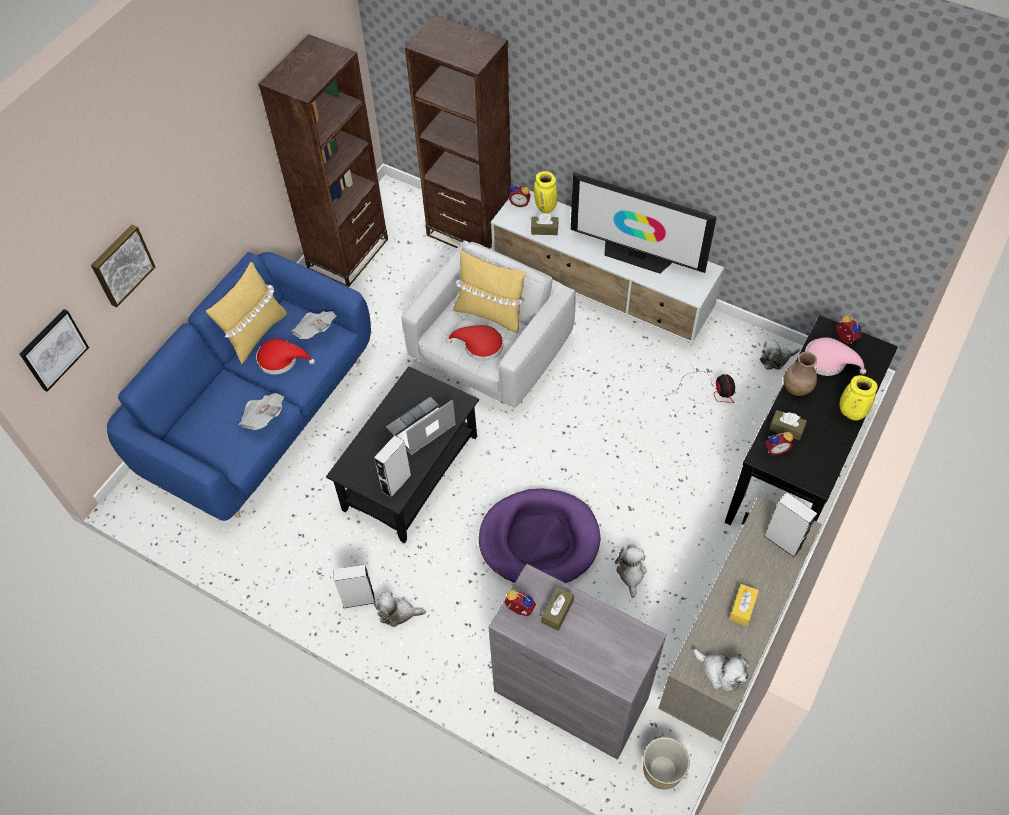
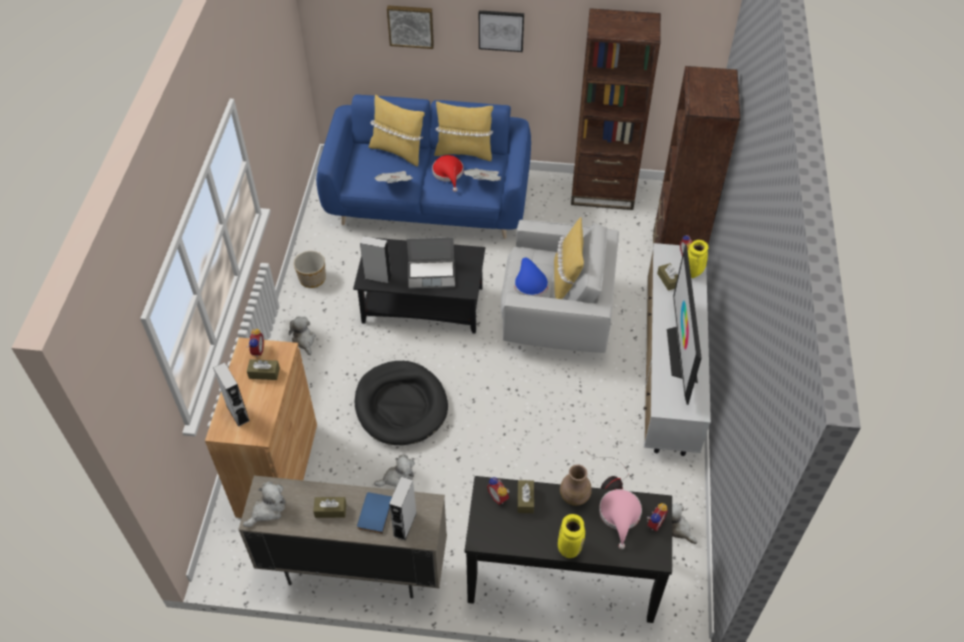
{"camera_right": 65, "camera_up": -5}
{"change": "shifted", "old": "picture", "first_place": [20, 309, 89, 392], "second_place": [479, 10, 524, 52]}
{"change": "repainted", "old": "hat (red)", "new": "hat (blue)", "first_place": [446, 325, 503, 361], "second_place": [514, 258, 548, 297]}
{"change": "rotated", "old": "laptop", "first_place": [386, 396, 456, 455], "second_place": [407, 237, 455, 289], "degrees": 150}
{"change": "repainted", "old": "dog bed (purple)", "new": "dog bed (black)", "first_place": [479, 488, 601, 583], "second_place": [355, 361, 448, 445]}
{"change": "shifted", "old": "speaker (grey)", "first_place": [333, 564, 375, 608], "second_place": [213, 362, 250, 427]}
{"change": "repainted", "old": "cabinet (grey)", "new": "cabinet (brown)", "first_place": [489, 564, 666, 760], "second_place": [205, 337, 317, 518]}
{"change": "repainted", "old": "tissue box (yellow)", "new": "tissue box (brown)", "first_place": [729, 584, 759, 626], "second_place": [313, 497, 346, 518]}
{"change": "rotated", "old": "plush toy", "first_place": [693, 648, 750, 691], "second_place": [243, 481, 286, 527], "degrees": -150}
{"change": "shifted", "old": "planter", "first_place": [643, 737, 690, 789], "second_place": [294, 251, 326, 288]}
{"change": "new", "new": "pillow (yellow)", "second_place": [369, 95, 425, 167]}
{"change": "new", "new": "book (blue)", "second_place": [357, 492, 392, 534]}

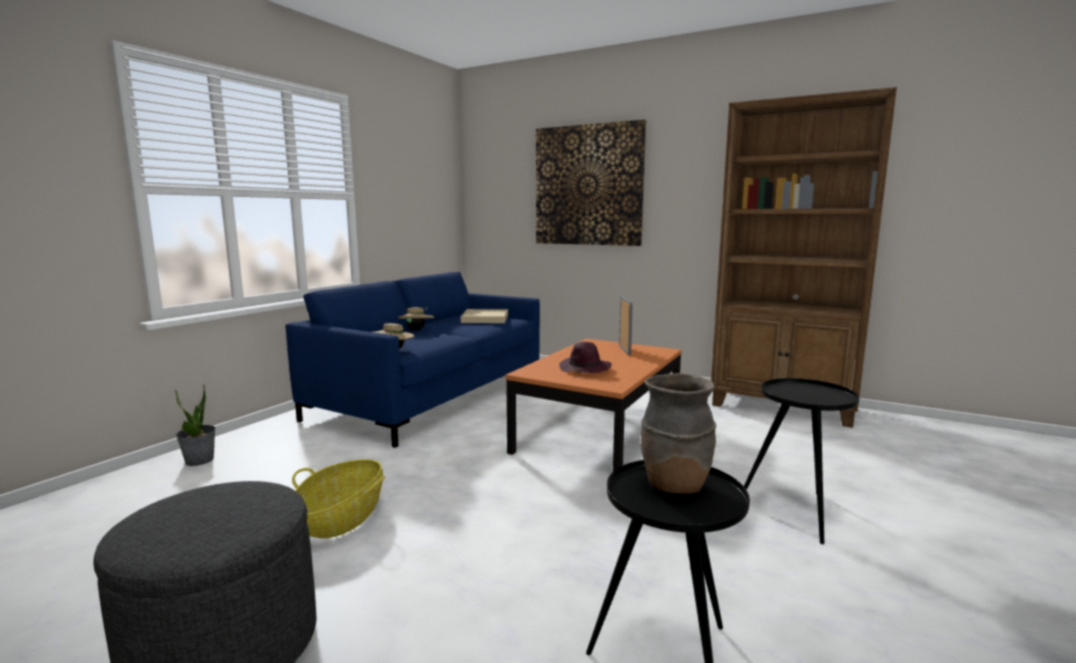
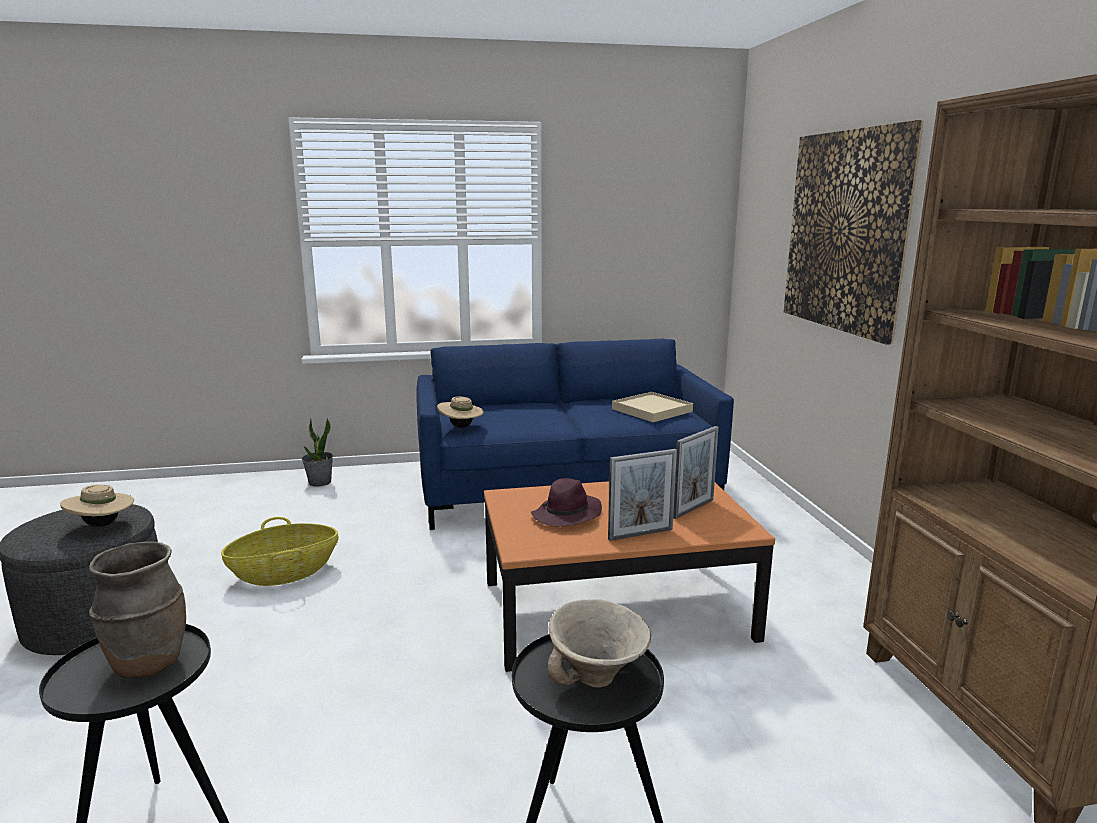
{"camera_right": 50, "camera_up": 5}
{"change": "shifted", "old": "hat (beige)", "first_place": [398, 307, 434, 330], "second_place": [60, 485, 134, 527]}
{"change": "new", "new": "picture frame", "second_place": [608, 449, 677, 541]}
{"change": "new", "new": "bowl (beige)", "second_place": [548, 599, 651, 688]}

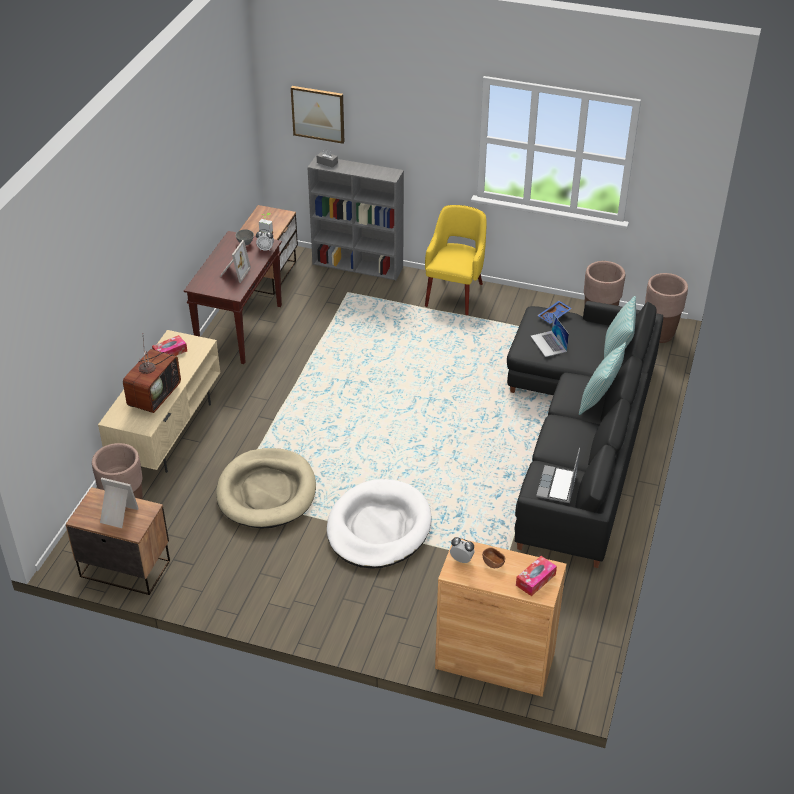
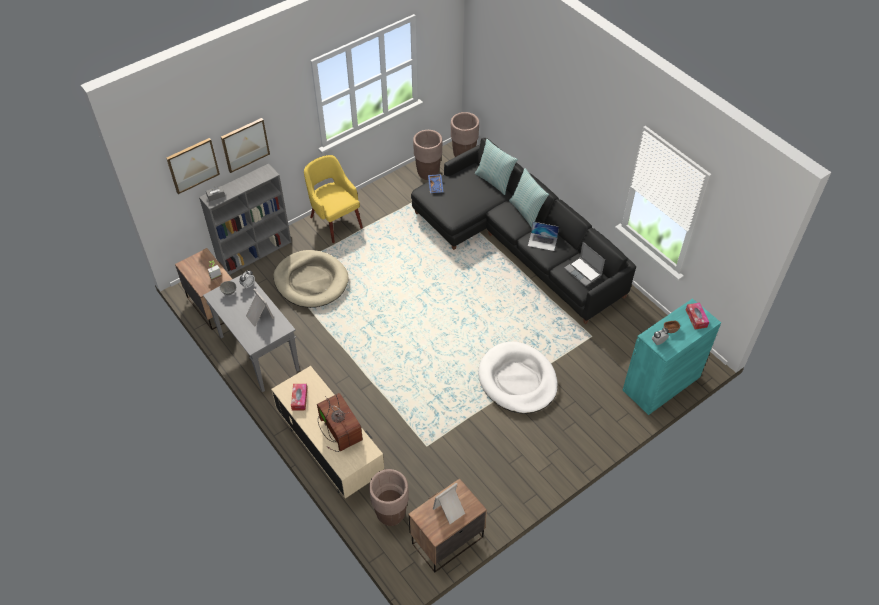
{"camera_right": -55, "camera_up": 10}
{"change": "repainted", "old": "console table (brown)", "new": "console table (grey)", "first_place": [184, 231, 282, 364], "second_place": [203, 275, 300, 392]}
{"change": "shifted", "old": "laptop", "first_place": [531, 314, 569, 357], "second_place": [528, 221, 559, 251]}
{"change": "shifted", "old": "dog bed (beige)", "first_place": [216, 448, 316, 529], "second_place": [274, 250, 349, 308]}
{"change": "repainted", "old": "cabinet (brown)", "new": "cabinet (turquoise)", "first_place": [435, 537, 567, 697], "second_place": [623, 298, 721, 415]}
{"change": "new", "new": "picture", "second_place": [221, 118, 270, 173]}

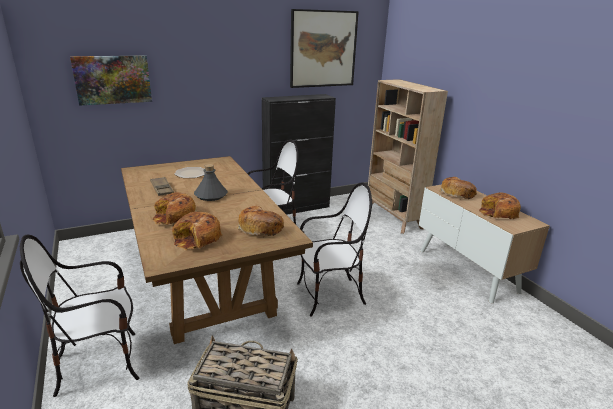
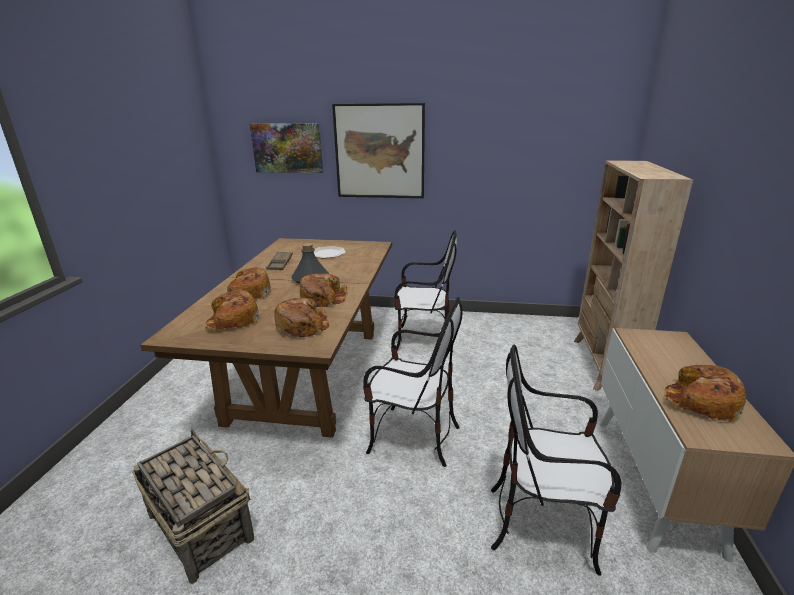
{"camera_right": 35, "camera_up": 0}
{"change": "shifted", "old": "picture", "first_place": [290, 9, 359, 88], "second_place": [332, 103, 425, 198]}
{"change": "gone", "old": "cabinet (black)", "first_place": [262, 94, 336, 215]}
{"change": "shifted", "old": "bread", "first_place": [439, 177, 477, 199], "second_place": [300, 273, 348, 307]}
{"change": "shifted", "old": "chair", "first_place": [20, 235, 139, 397], "second_place": [491, 344, 621, 576]}

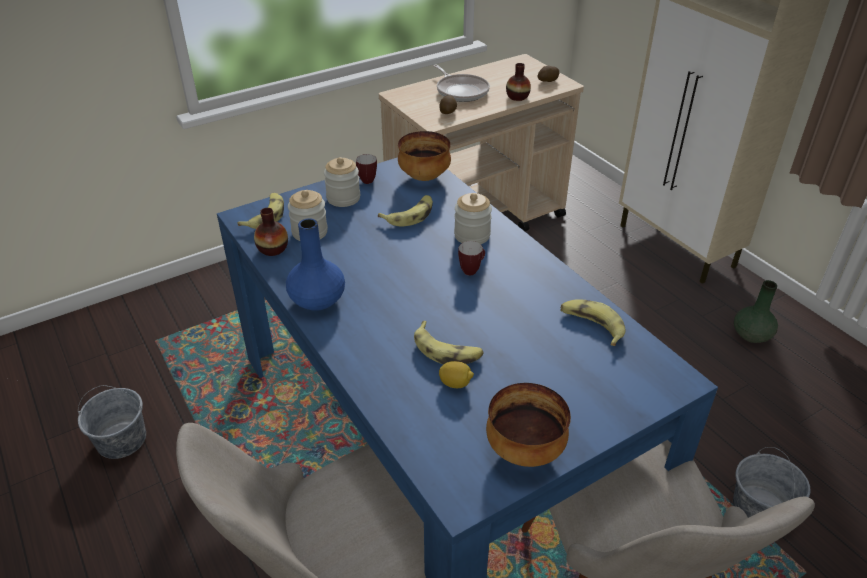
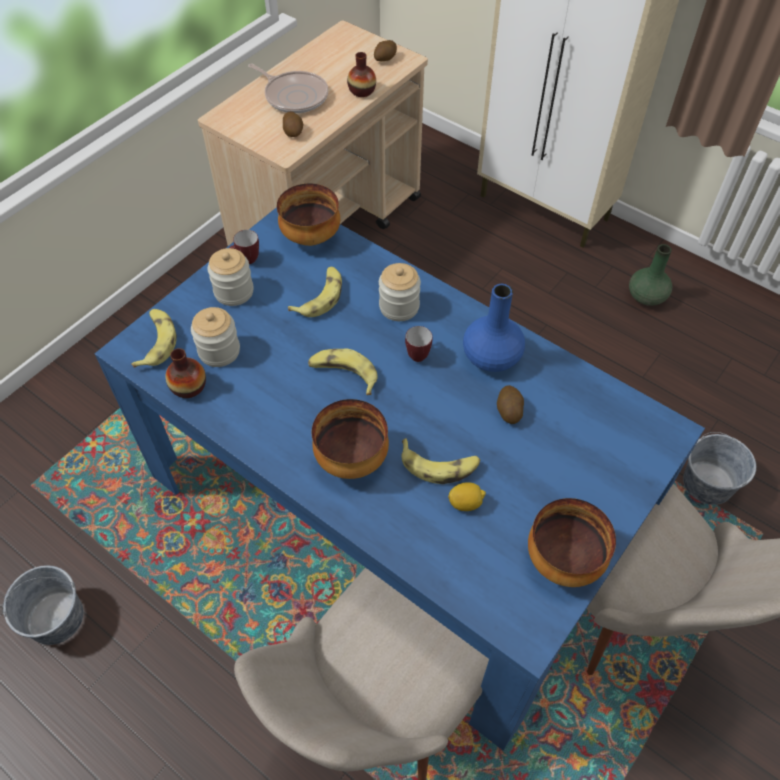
{"camera_right": -20, "camera_up": 15}
{"change": "shifted", "old": "vase (blue)", "first_place": [286, 218, 345, 311], "second_place": [463, 284, 525, 372]}
{"change": "shifted", "old": "banana", "first_place": [560, 299, 625, 346], "second_place": [308, 349, 378, 395]}
{"change": "new", "new": "potato", "second_place": [497, 385, 524, 424]}
{"change": "new", "new": "bowl", "second_place": [312, 399, 389, 479]}

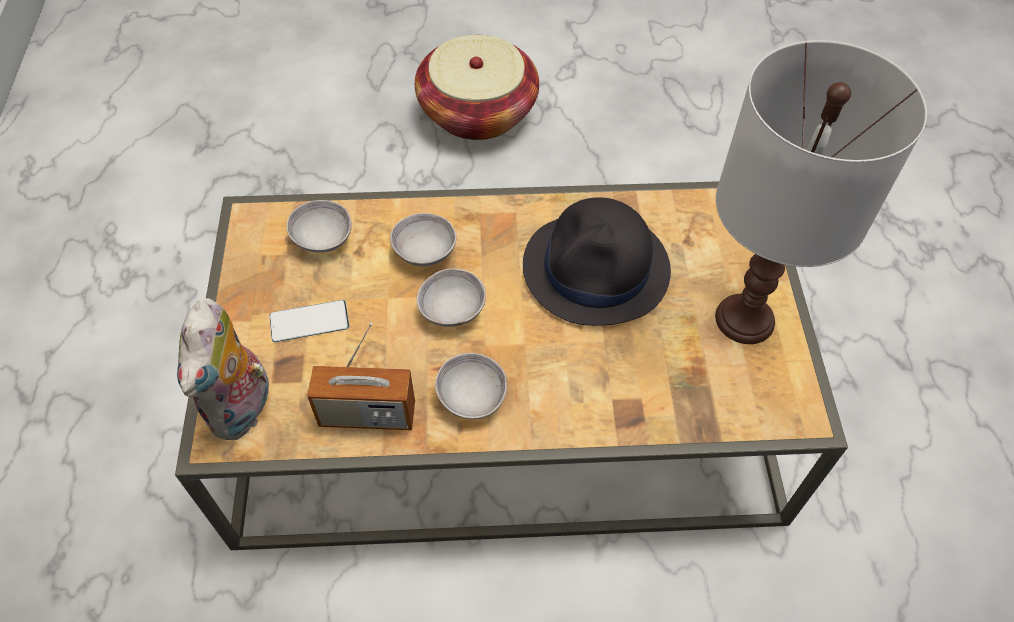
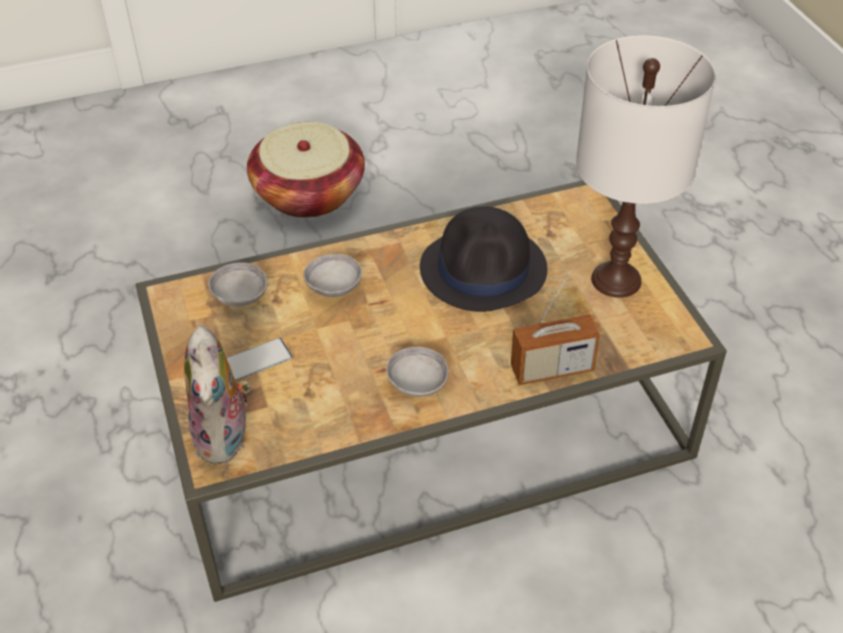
{"camera_right": -15, "camera_up": -10}
{"change": "gone", "old": "bowl (grey)", "first_place": [417, 269, 486, 327]}
{"change": "shifted", "old": "radio", "first_place": [307, 323, 415, 430], "second_place": [511, 271, 600, 385]}

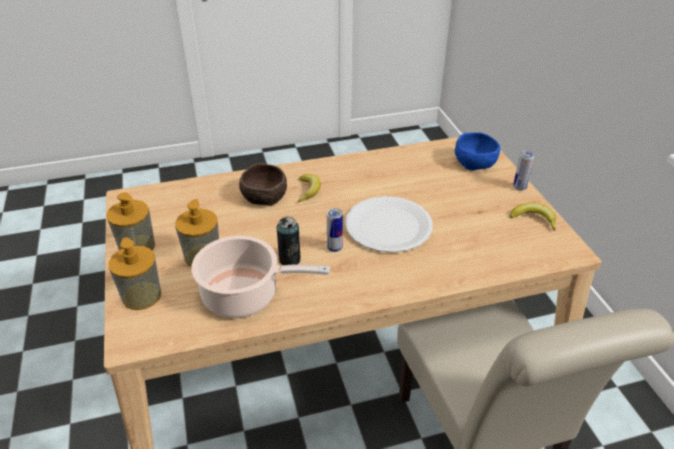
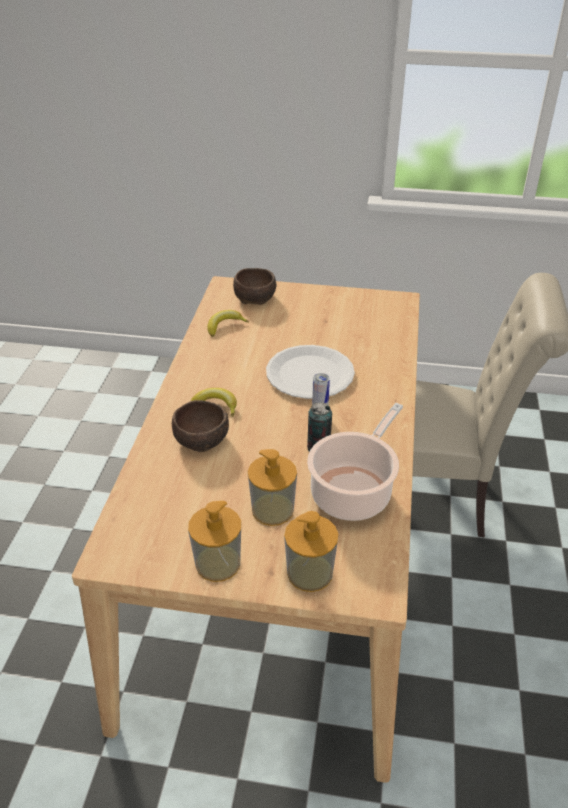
{"camera_right": -65, "camera_up": 0}
{"change": "repainted", "old": "bowl (blue)", "new": "bowl (brown)", "first_place": [455, 132, 500, 170], "second_place": [233, 268, 276, 305]}
{"change": "gone", "old": "can", "first_place": [513, 150, 535, 191]}
{"change": "shifted", "old": "banana", "first_place": [510, 203, 556, 231], "second_place": [207, 310, 249, 337]}

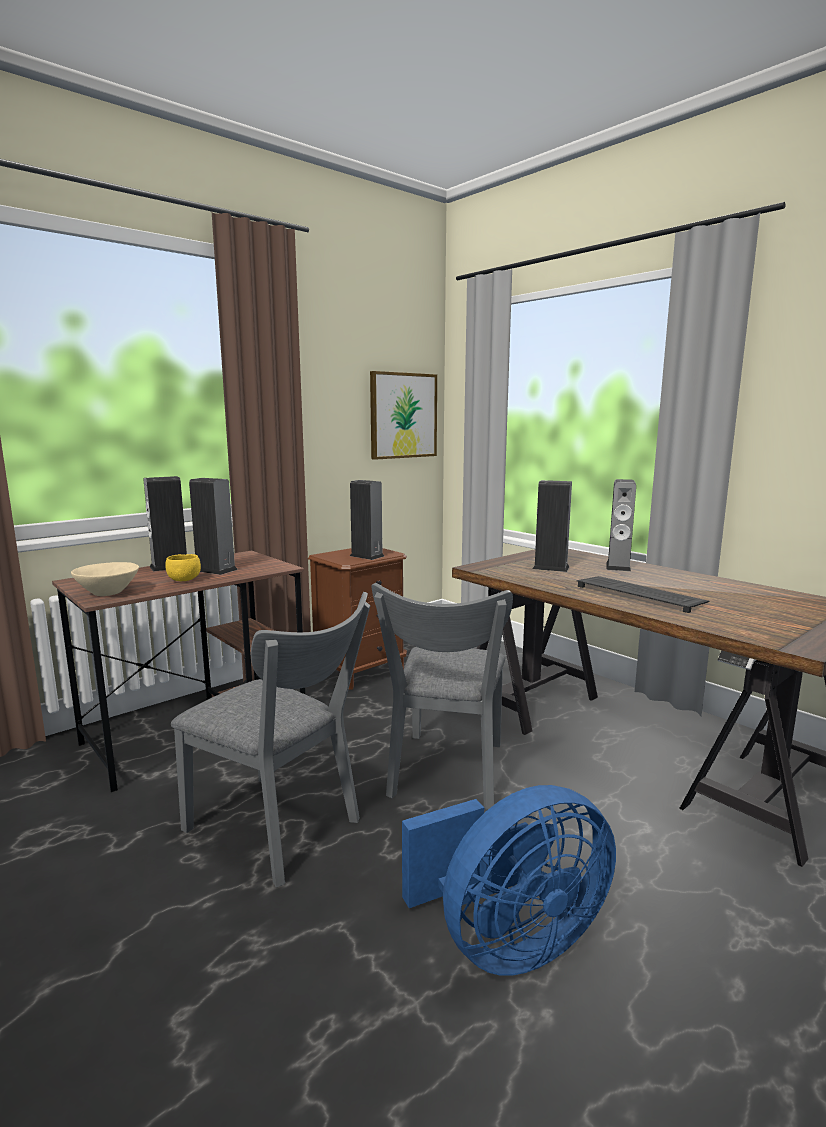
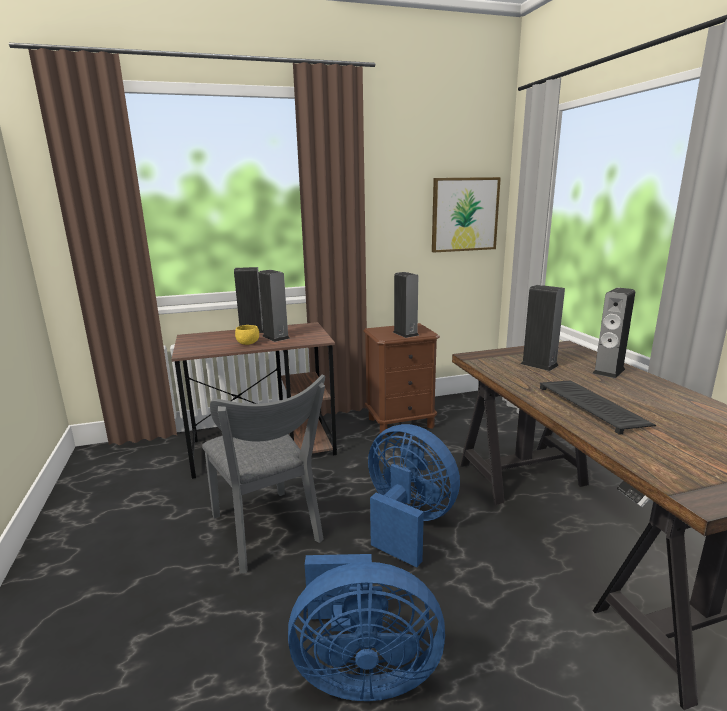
{"camera_right": 25, "camera_up": 5}
{"change": "gone", "old": "bowl (beige)", "first_place": [71, 562, 139, 596]}
{"change": "swapped", "old": "chair (grey)", "new": "fan (blue)", "first_place": [372, 583, 513, 810], "second_place": [368, 424, 460, 568]}

